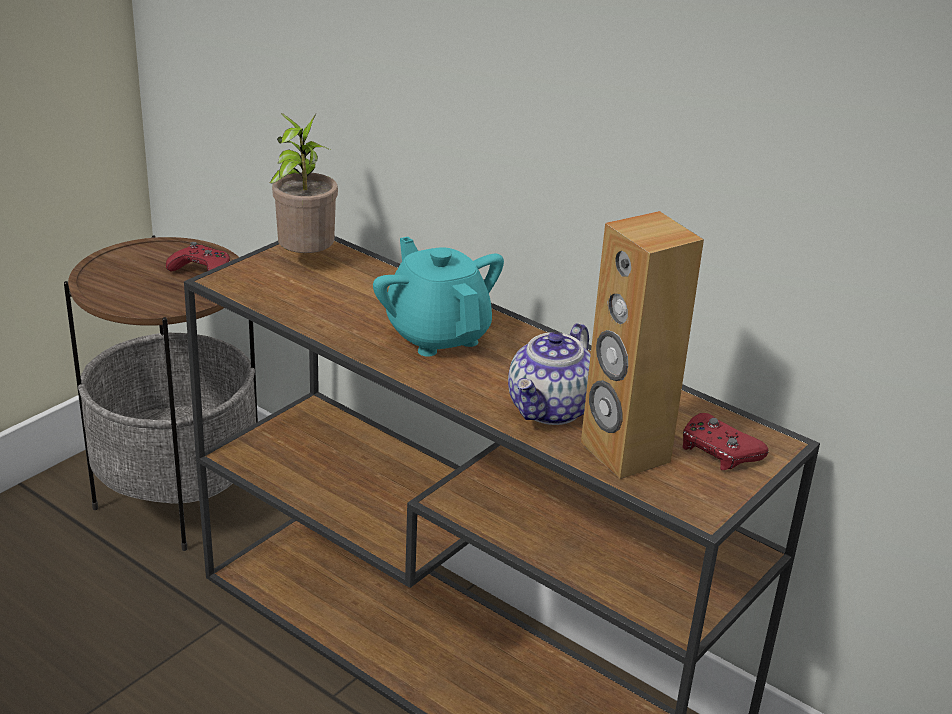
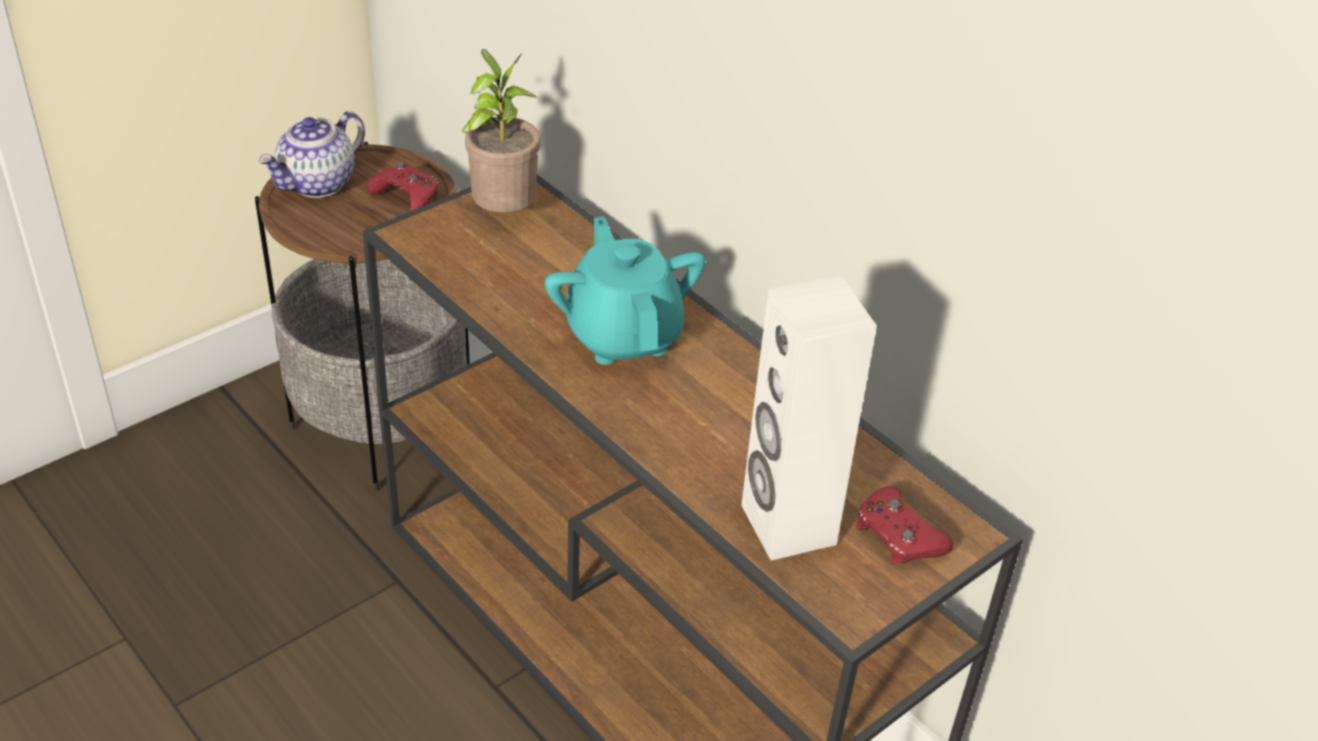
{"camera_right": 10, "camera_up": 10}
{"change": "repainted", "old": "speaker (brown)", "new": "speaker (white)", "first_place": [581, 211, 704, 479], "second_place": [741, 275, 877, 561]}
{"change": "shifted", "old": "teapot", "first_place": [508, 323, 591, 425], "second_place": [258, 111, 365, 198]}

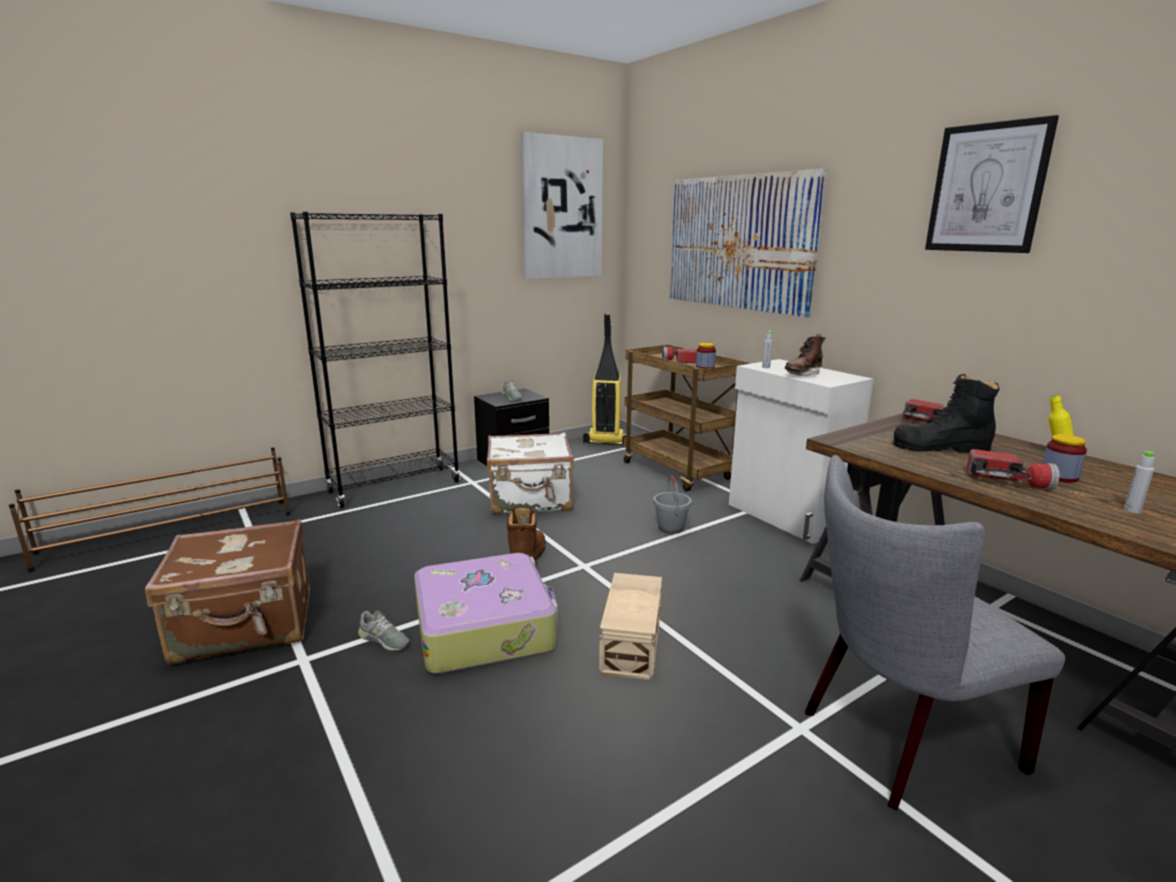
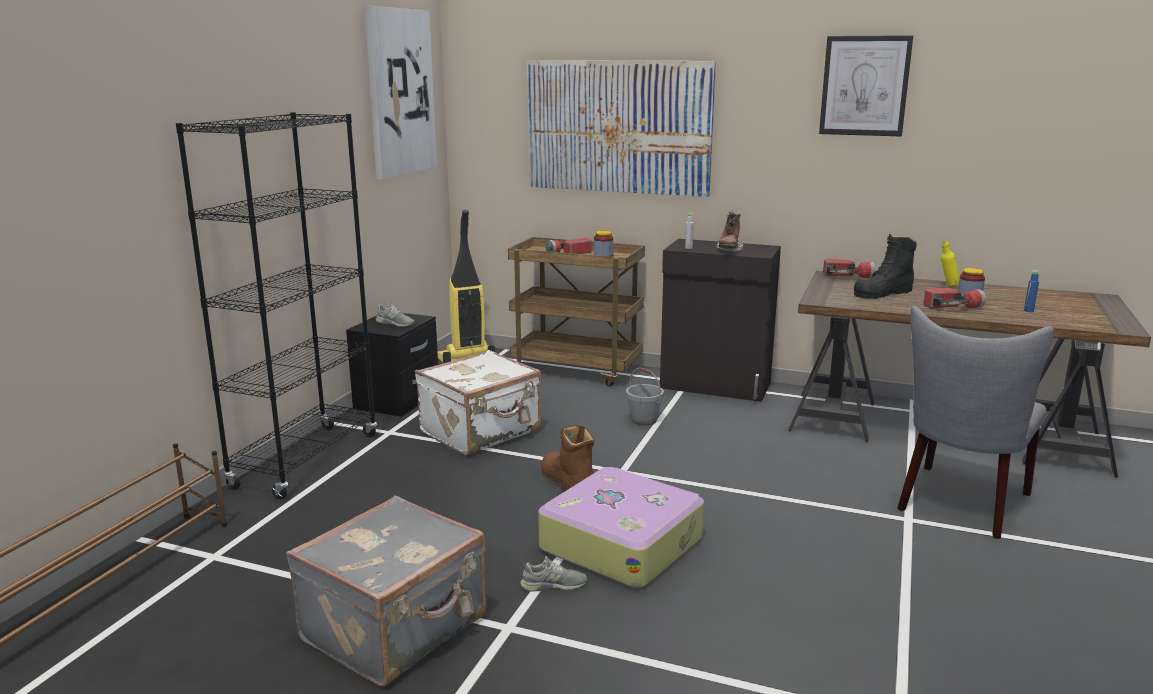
{"camera_right": -35, "camera_up": 0}
{"change": "repainted", "old": "cabinet (white)", "new": "cabinet (black)", "first_place": [729, 359, 874, 544], "second_place": [660, 239, 781, 402]}
{"change": "repainted", "old": "bottle (grey)", "new": "bottle (blue)", "first_place": [1124, 451, 1155, 514], "second_place": [1024, 270, 1039, 312]}
{"change": "repainted", "old": "suitcase (brown)", "new": "suitcase (grey)", "first_place": [145, 519, 310, 665], "second_place": [286, 495, 486, 686]}
{"change": "gone", "old": "storage box (beige)", "first_place": [599, 573, 662, 680]}

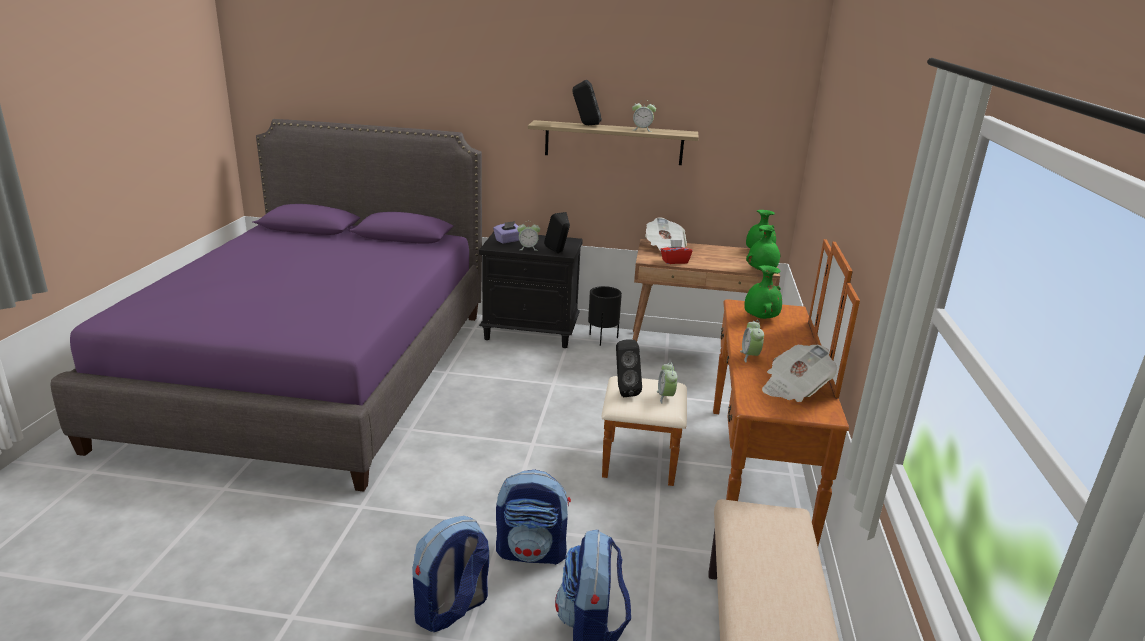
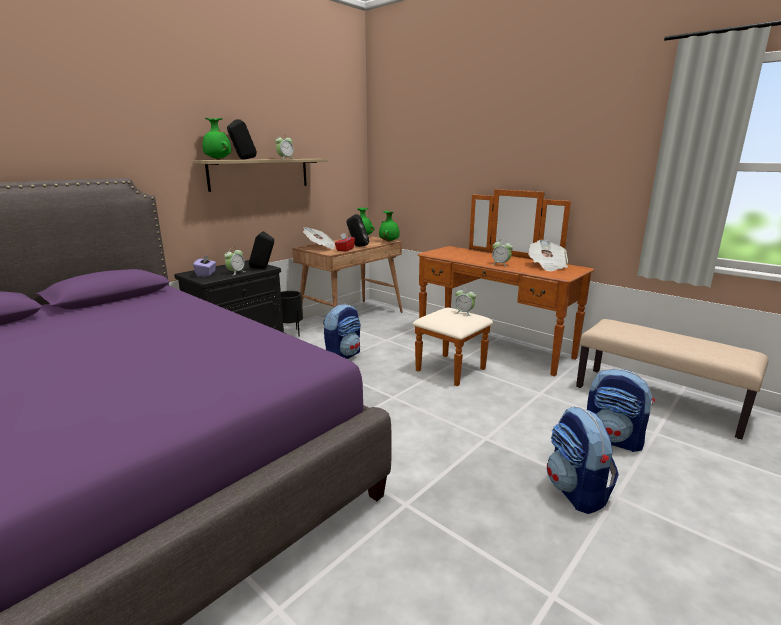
{"camera_right": -55, "camera_up": -5}
{"change": "shifted", "old": "vase (green)", "first_place": [744, 265, 782, 319], "second_place": [202, 118, 231, 160]}
{"change": "shifted", "old": "speaker (black)", "first_place": [616, 340, 642, 397], "second_place": [346, 214, 369, 247]}
{"change": "shifted", "old": "backpack", "first_place": [496, 470, 571, 565], "second_place": [323, 304, 361, 359]}

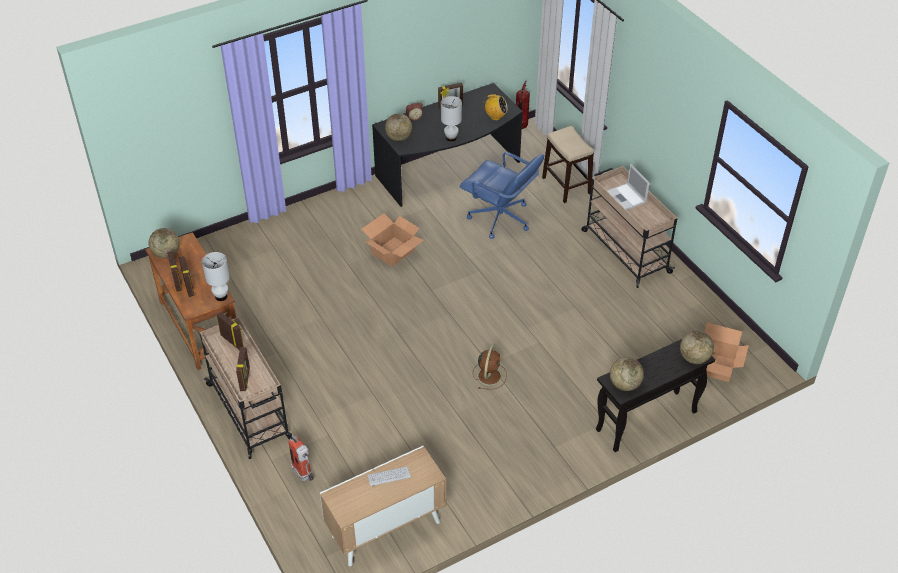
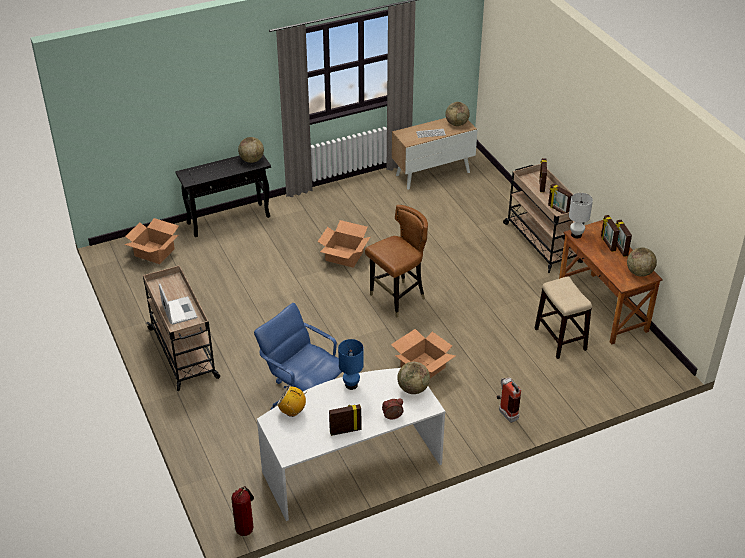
{"camera_right": -175, "camera_up": -5}
{"change": "repainted", "old": "desk (black)", "new": "desk (white)", "first_place": [372, 83, 523, 207], "second_place": [257, 368, 445, 521]}
{"change": "repainted", "old": "table lamp (white)", "new": "table lamp (blue)", "first_place": [441, 96, 462, 141], "second_place": [338, 339, 363, 390]}
{"change": "shifted", "old": "stool", "first_place": [542, 126, 594, 203], "second_place": [535, 277, 592, 359]}
{"change": "shifted", "old": "globe", "first_place": [680, 331, 714, 364], "second_place": [445, 102, 470, 126]}
{"change": "swapped", "old": "fan (brown)", "new": "cardboard box", "first_place": [473, 344, 507, 390], "second_place": [317, 220, 370, 268]}
{"change": "shifted", "old": "fire extinguisher", "first_place": [289, 435, 314, 481], "second_place": [497, 378, 521, 423]}
{"change": "new", "new": "chair (brown)", "second_place": [365, 205, 428, 317]}

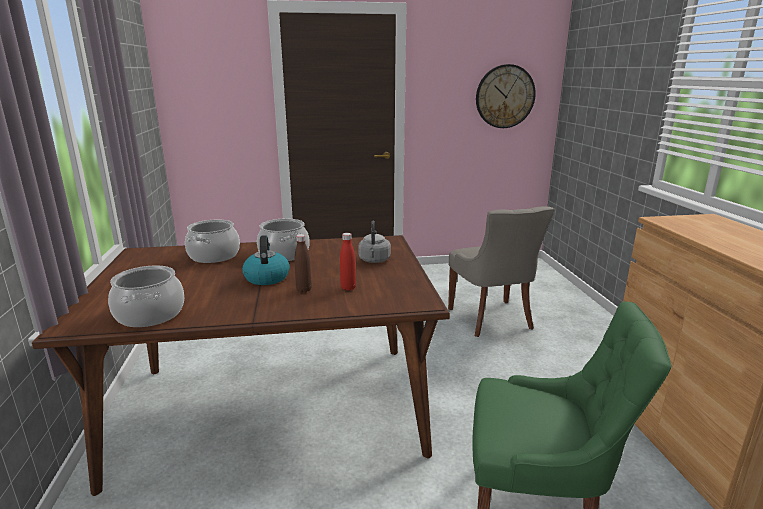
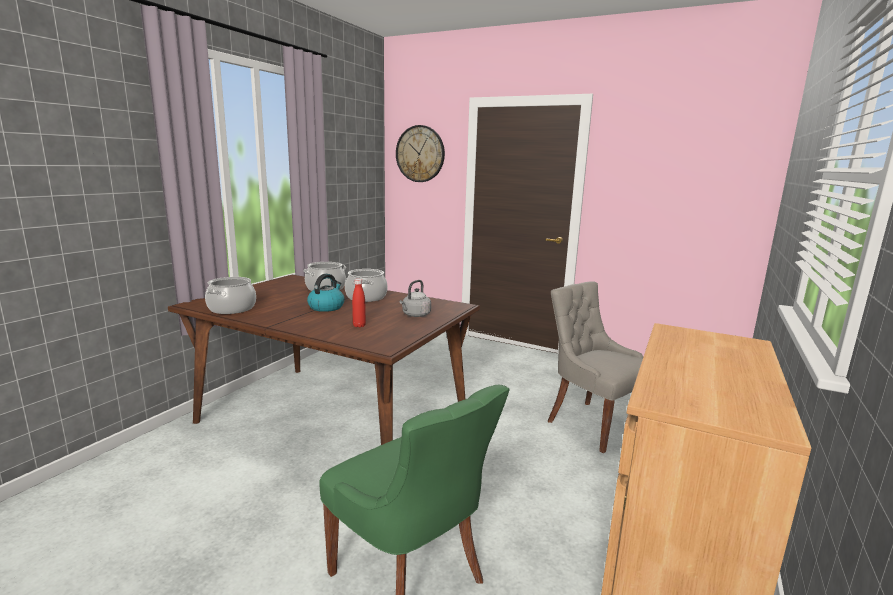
{"camera_right": 35, "camera_up": -5}
{"change": "shifted", "old": "wall clock", "first_place": [476, 64, 536, 128], "second_place": [396, 125, 445, 182]}
{"change": "rotated", "old": "chair (grey)", "first_place": [448, 206, 555, 337], "second_place": [548, 281, 643, 453], "degrees": 120}
{"change": "gone", "old": "bottle (brown)", "first_place": [294, 234, 312, 292]}

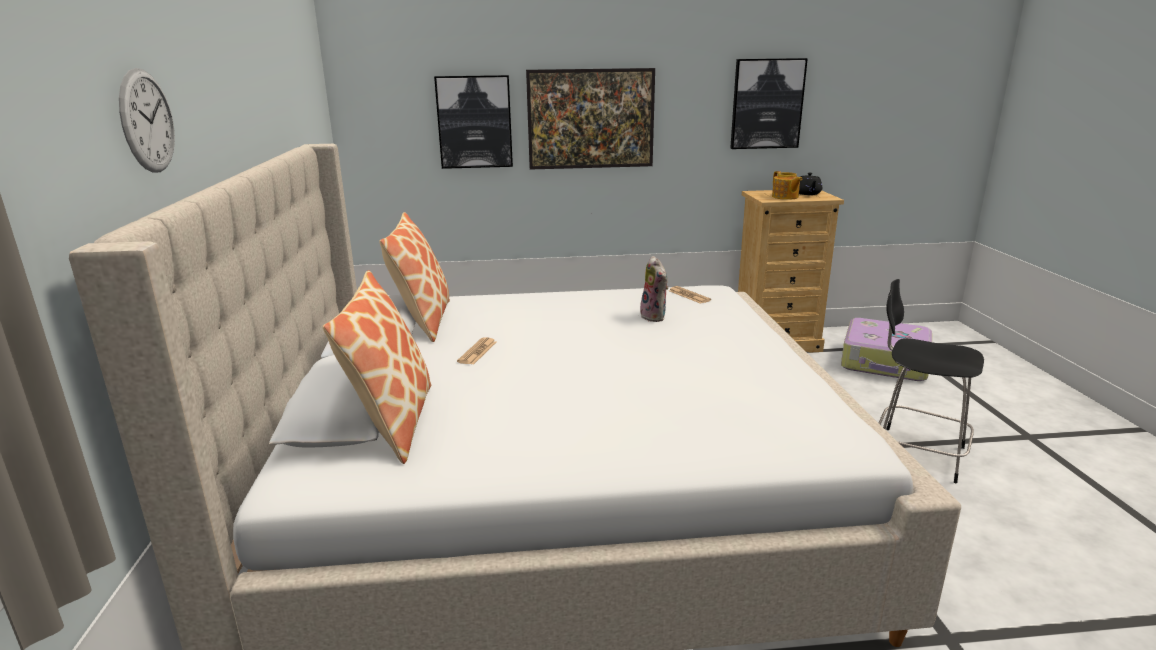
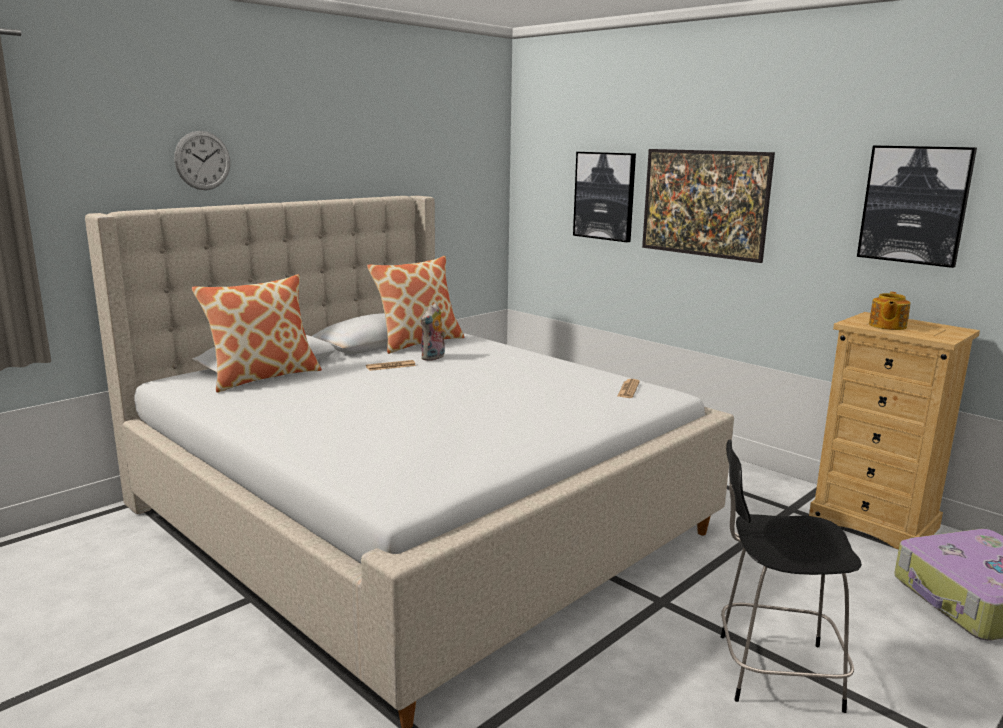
{"camera_right": 50, "camera_up": -5}
{"change": "gone", "old": "teapot (black)", "first_place": [799, 173, 822, 195]}
{"change": "shifted", "old": "plush toy", "first_place": [640, 256, 668, 322], "second_place": [421, 303, 445, 361]}
{"change": "rotated", "old": "chair (black)", "first_place": [879, 279, 984, 483], "second_place": [721, 440, 862, 713], "degrees": -75}

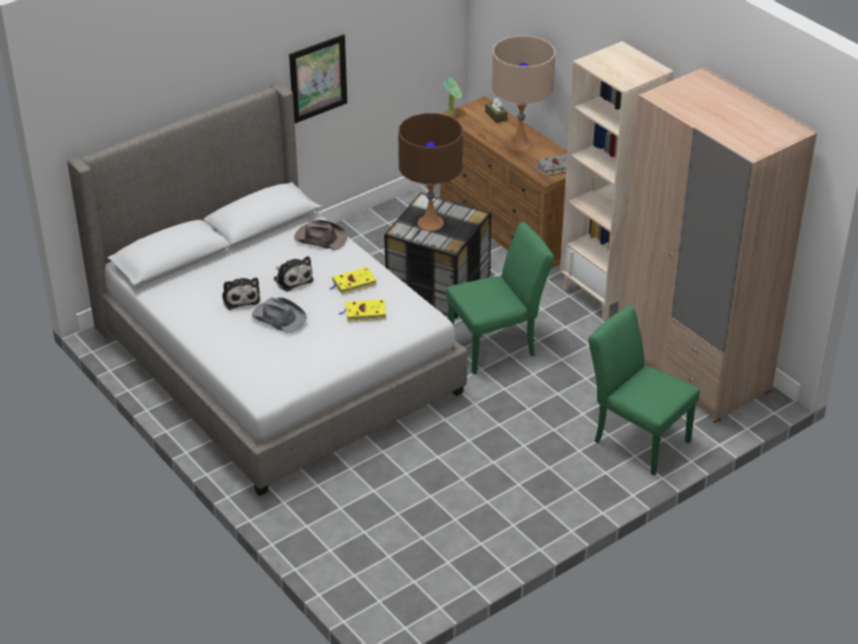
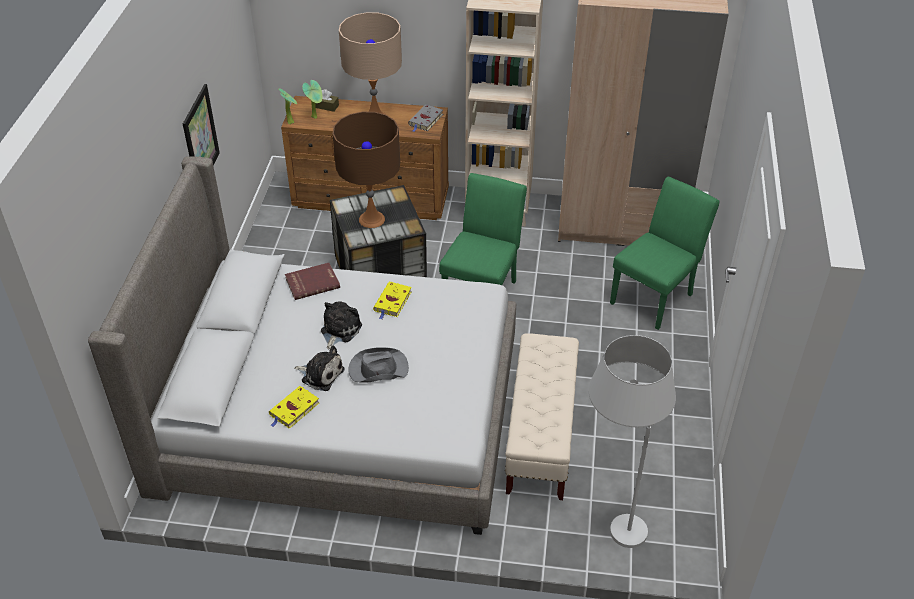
{"camera_right": -45, "camera_up": 5}
{"change": "swapped", "old": "hat (brown)", "new": "book (red)", "first_place": [294, 220, 347, 250], "second_place": [285, 263, 340, 300]}
{"change": "rotated", "old": "plush toy", "first_place": [274, 256, 313, 292], "second_place": [321, 301, 362, 349], "degrees": -75}
{"change": "shifted", "old": "book (yellow)", "first_place": [339, 299, 386, 322], "second_place": [269, 386, 319, 429]}
{"change": "rotated", "old": "chair (green)", "first_place": [588, 305, 700, 476], "second_place": [610, 177, 720, 330], "degrees": 135}
{"change": "new", "new": "potted plant", "second_place": [302, 80, 322, 119]}
{"change": "new", "new": "bench (beige)", "second_place": [505, 333, 579, 500]}
{"change": "new", "new": "floor lamp (white)", "second_place": [589, 335, 676, 548]}

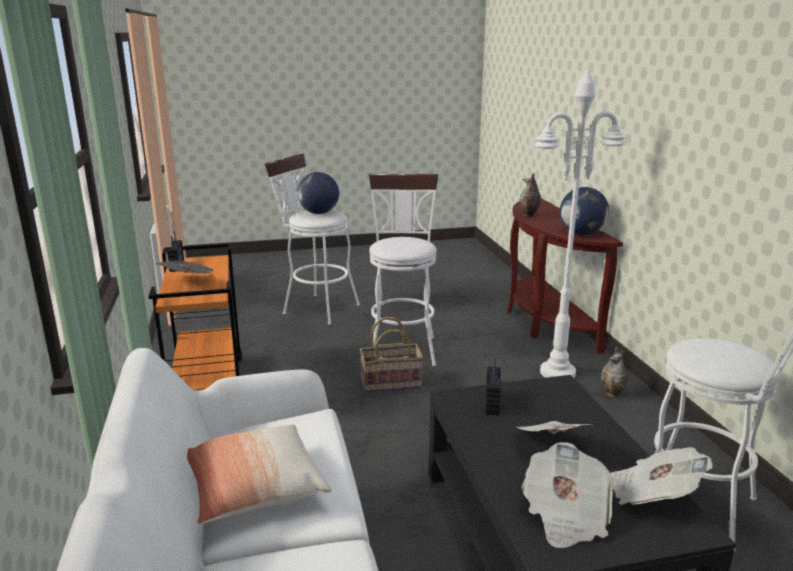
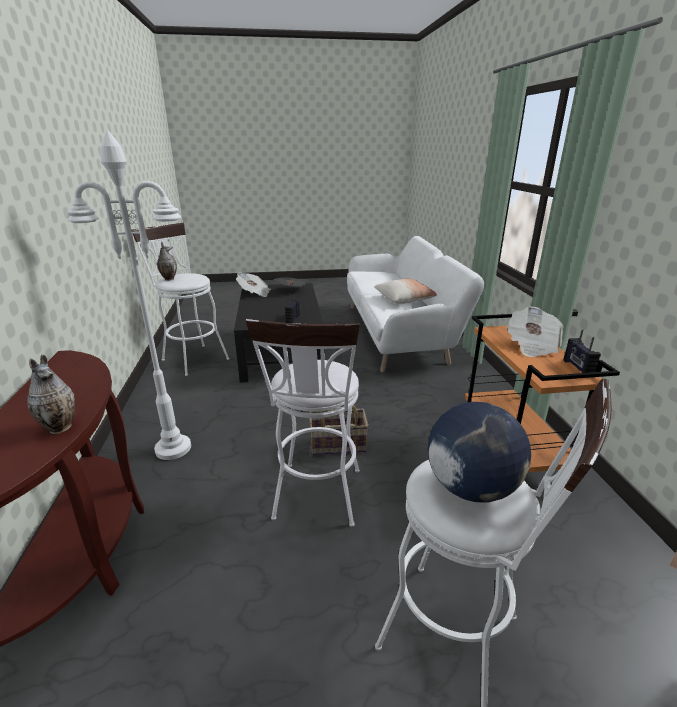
{"camera_right": -175, "camera_up": 5}
{"change": "gone", "old": "globe", "first_place": [560, 187, 609, 235]}
{"change": "shifted", "old": "vase", "first_place": [601, 347, 628, 397], "second_place": [157, 242, 177, 280]}
{"change": "gone", "old": "newspaper", "first_place": [517, 421, 590, 434]}

